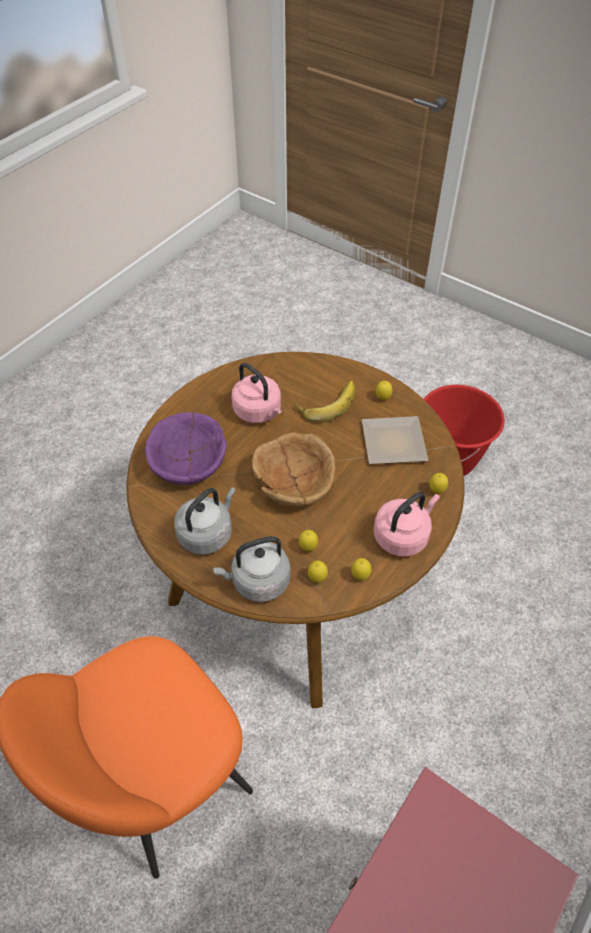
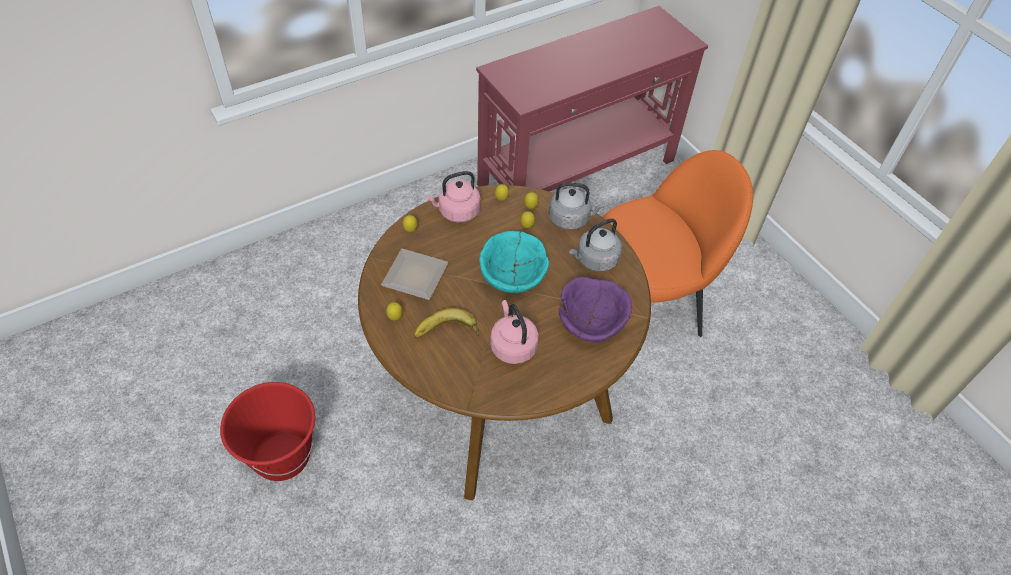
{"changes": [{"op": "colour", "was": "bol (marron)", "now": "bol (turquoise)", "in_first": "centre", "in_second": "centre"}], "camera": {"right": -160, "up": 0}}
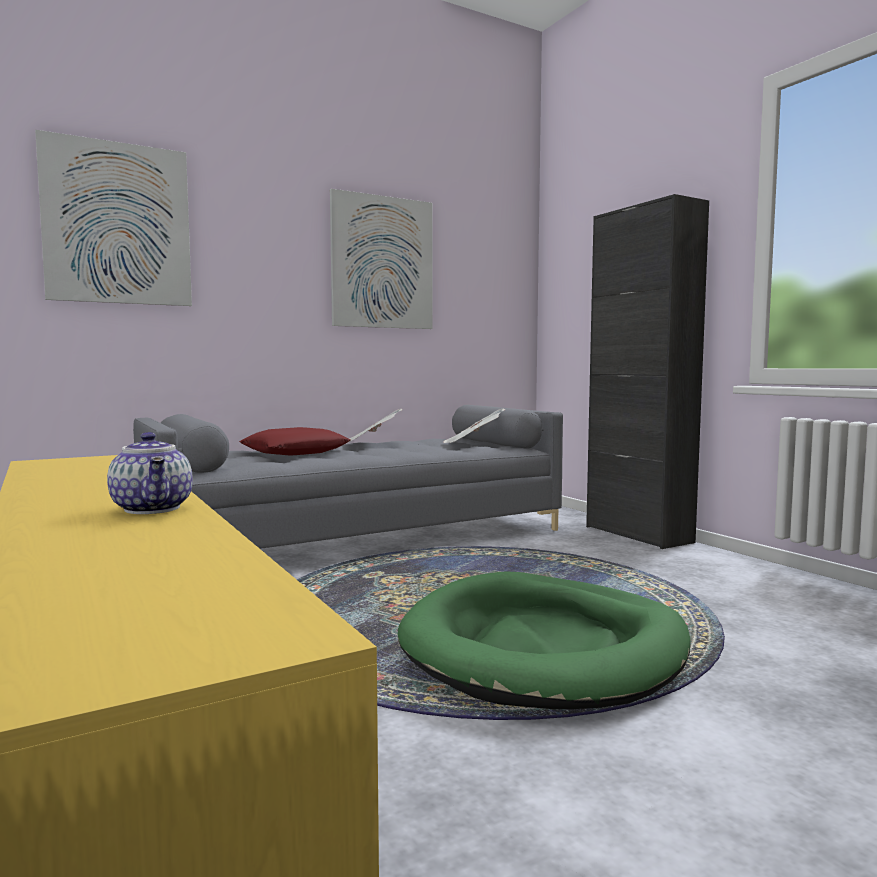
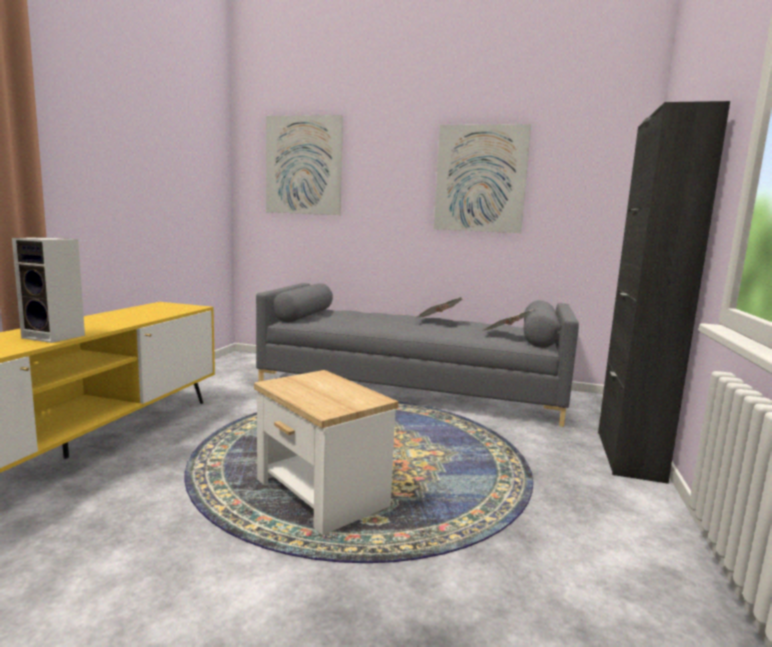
{"changes": [{"op": "missing", "was": "coussin (rouge)", "in_first": "centre"}, {"op": "exchanged", "was": "théière", "now": "enceinte", "in_first": "middle left", "in_second": "middle left"}, {"op": "exchanged", "was": "panier pour chien (vert)", "now": "table d'appoint", "in_first": "bottom centre", "in_second": "bottom centre"}], "camera": {"right": 45, "up": 5}}
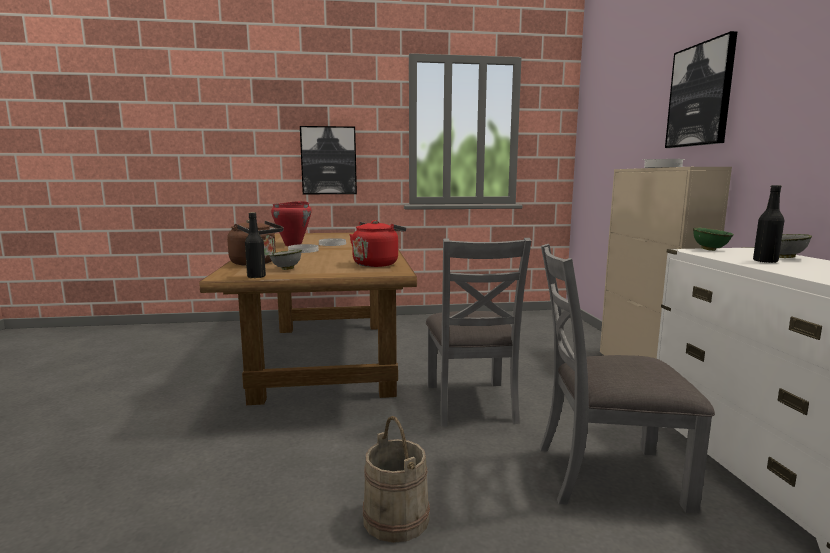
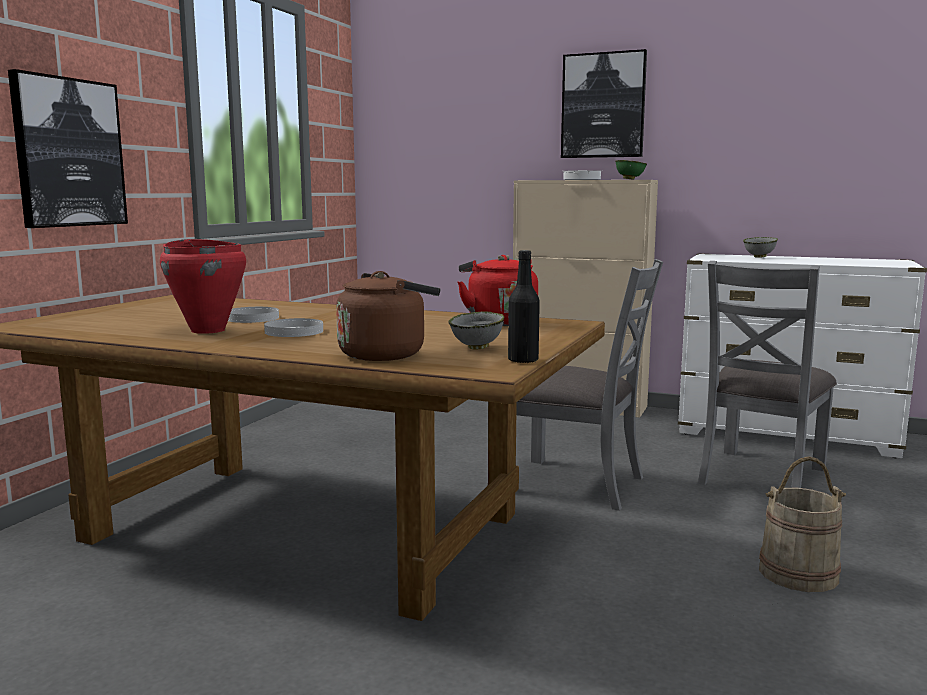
{"changes": [{"op": "missing", "was": "bouteille (noir) (no. 2 from left)", "in_first": "middle right"}, {"op": "relocated", "was": "bol (vert)", "in_first": "middle right", "in_second": "top right"}], "camera": {"right": -60, "up": 0}}
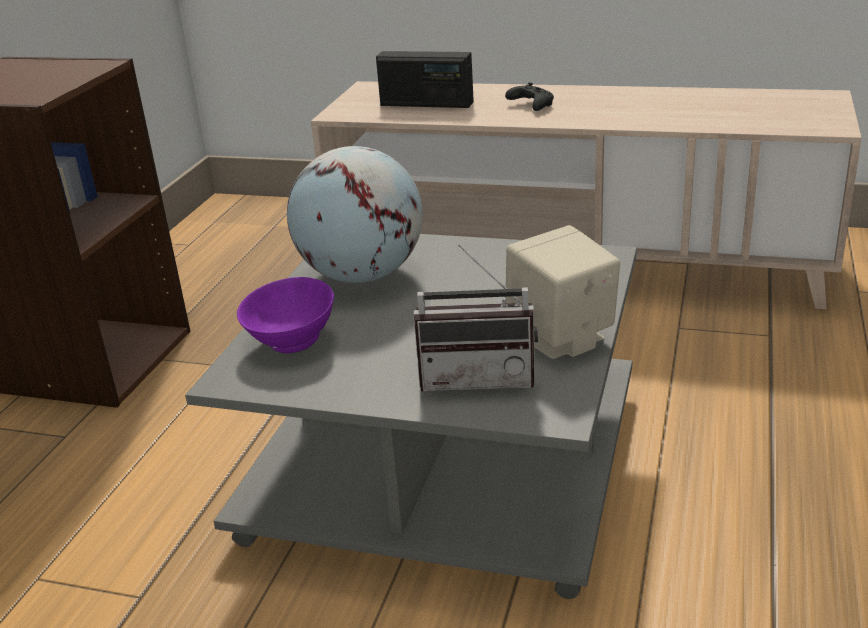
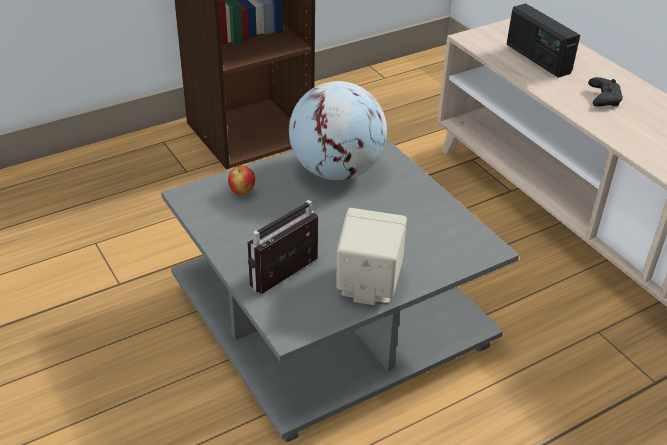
{"changes": [{"op": "spun", "was": "radio (no. 2 from left in the first image)", "in_first": "centre", "in_second": "centre", "clockwise": 90}, {"op": "exchanged", "was": "bol (violet)", "now": "pomme", "in_first": "middle left", "in_second": "centre"}], "camera": {"right": 40, "up": 10}}
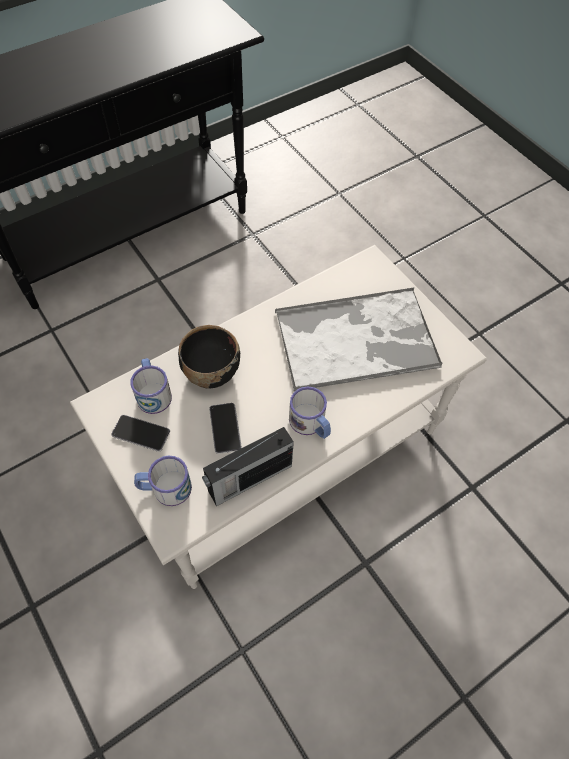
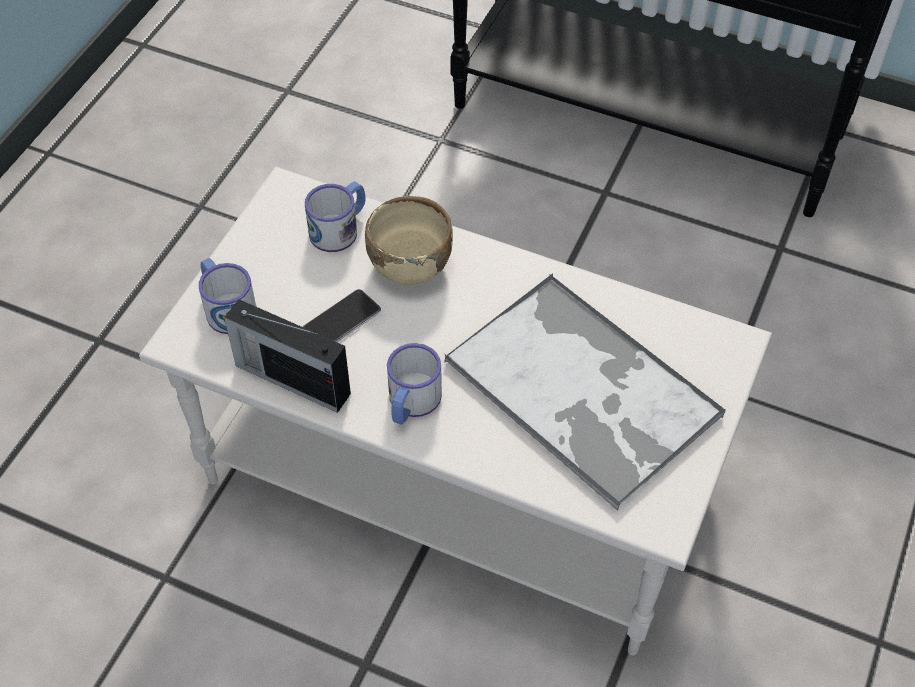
{"changes": [{"op": "colour", "was": "bol (noir)", "now": "bol (beige)", "in_first": "centre", "in_second": "centre"}, {"op": "missing", "was": "téléphone (no. 1 from left)", "in_first": "middle left"}], "camera": {"right": 60, "up": -5}}
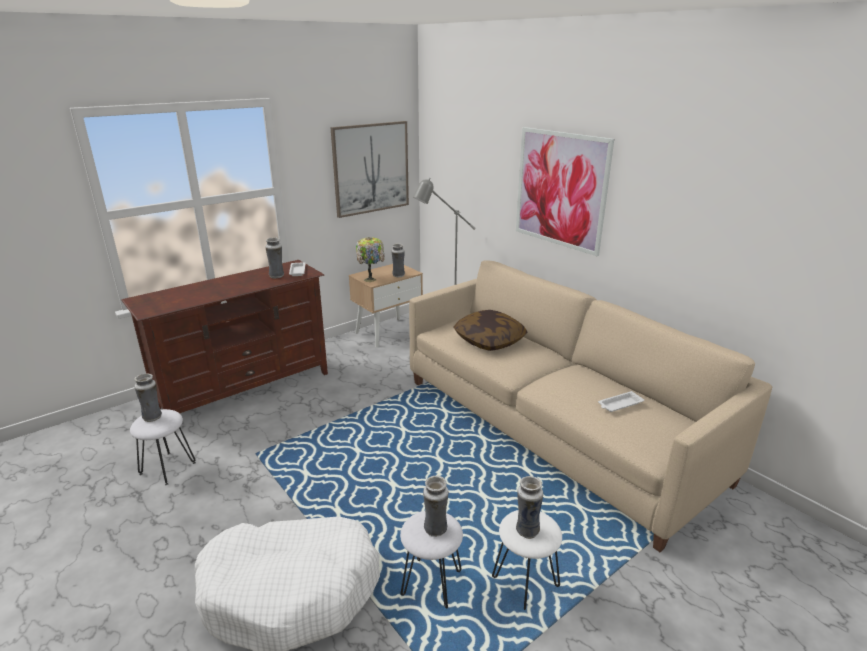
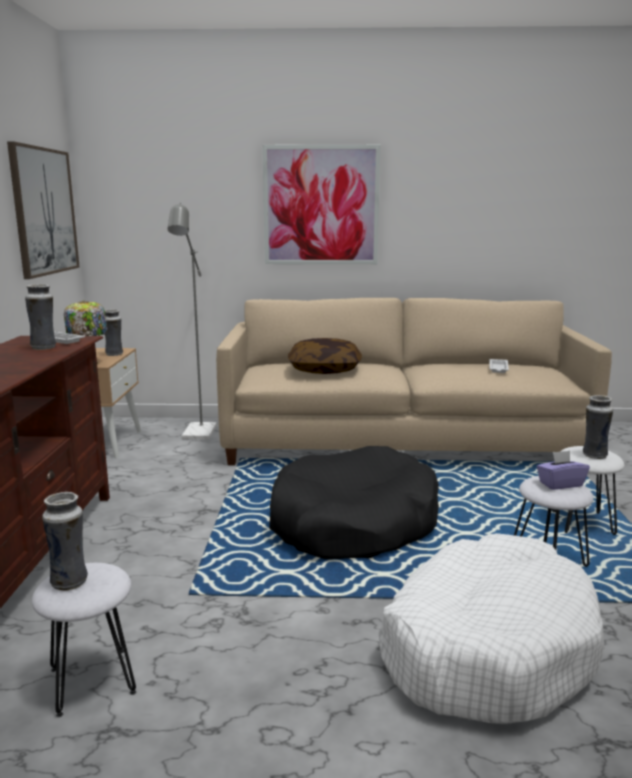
{"changes": [{"op": "exchanged", "was": "vase (no. 4 from left)", "now": "boîte à mouchoirs (violet)", "in_first": "bottom centre", "in_second": "middle right"}, {"op": "appeared", "now": "panier pour chien (noir)", "in_second": "centre"}], "camera": {"right": -50, "up": -10}}
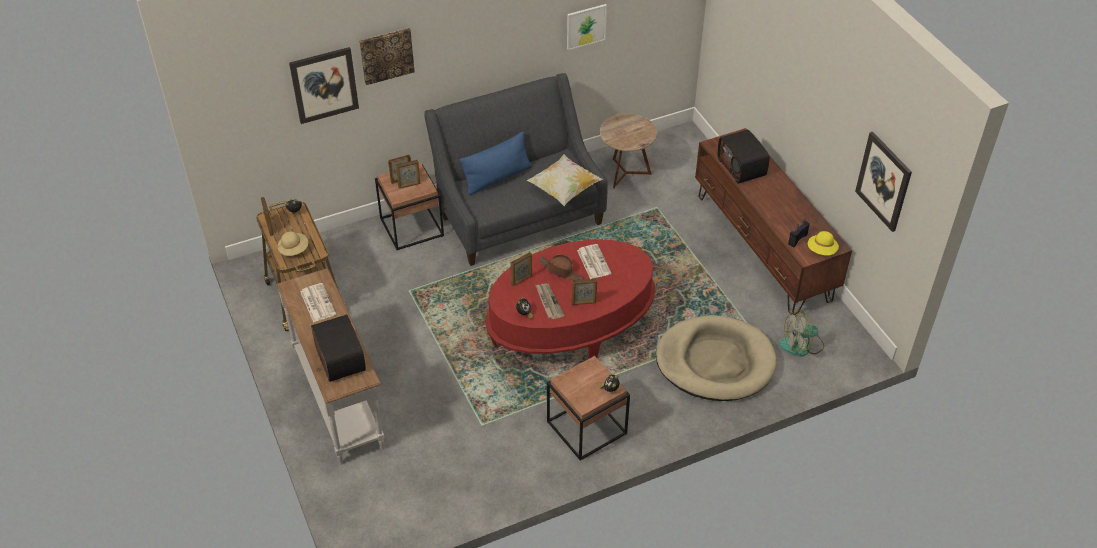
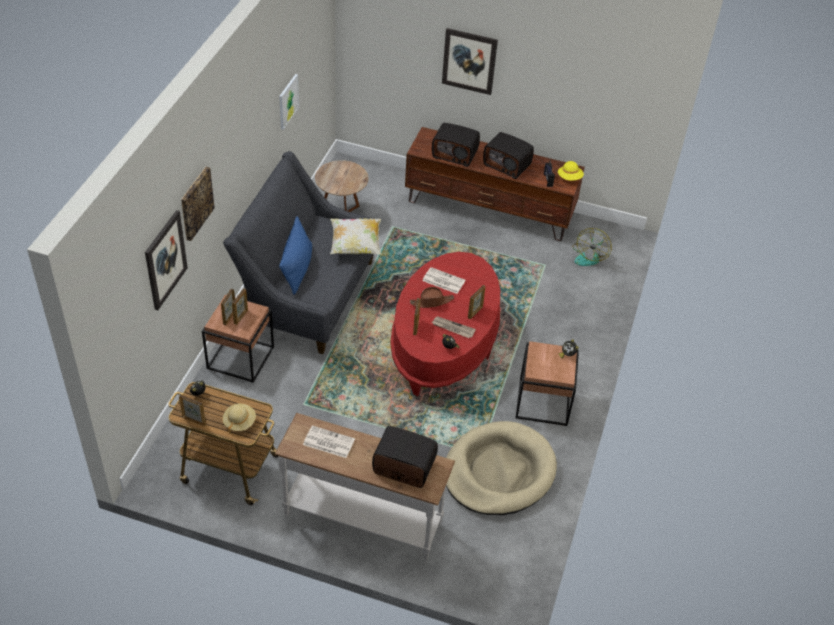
{"changes": [{"op": "relocated", "was": "tableau (no. 4 from left)", "in_first": "top right", "in_second": "top centre"}, {"op": "relocated", "was": "panier pour chien (beige)", "in_first": "centre", "in_second": "bottom centre"}, {"op": "appeared", "now": "radio (no. 3 from left)", "in_second": "top centre"}], "camera": {"right": -50, "up": 0}}
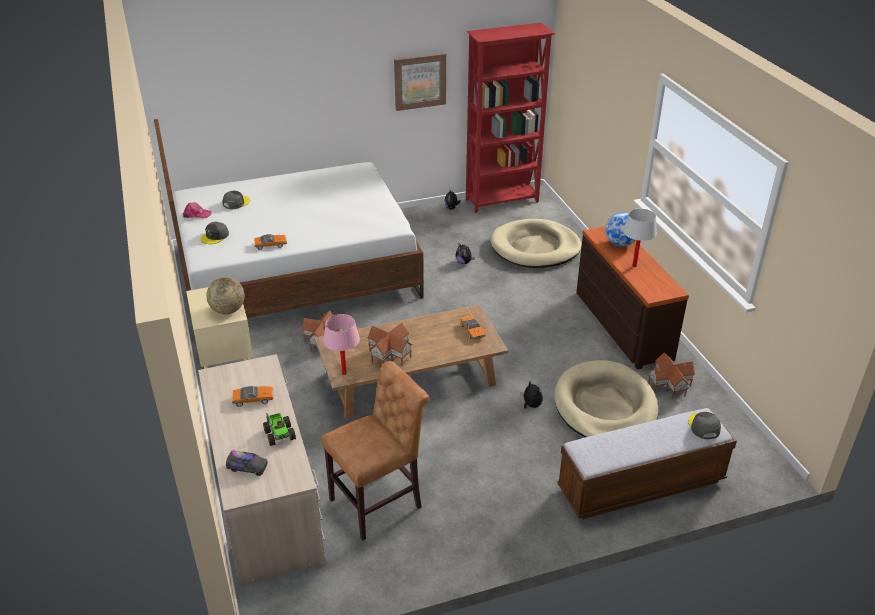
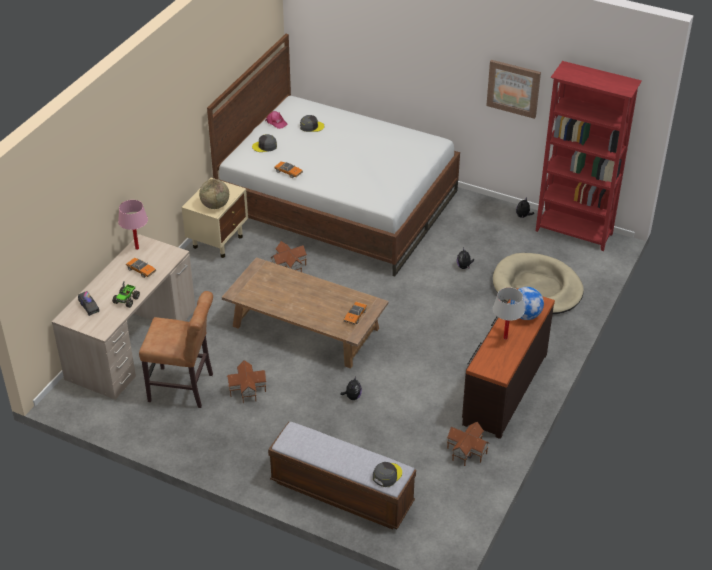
{"changes": [{"op": "relocated", "was": "lampe de table (rose)", "in_first": "centre", "in_second": "middle left"}, {"op": "relocated", "was": "maison miniature (no. 2 from left in the first image)", "now": "maison miniature (no. 1 from left)", "in_first": "centre", "in_second": "bottom centre"}, {"op": "missing", "was": "panier pour chien (beige) (no. 2 from left)", "in_first": "middle right"}], "camera": {"right": 45, "up": 5}}
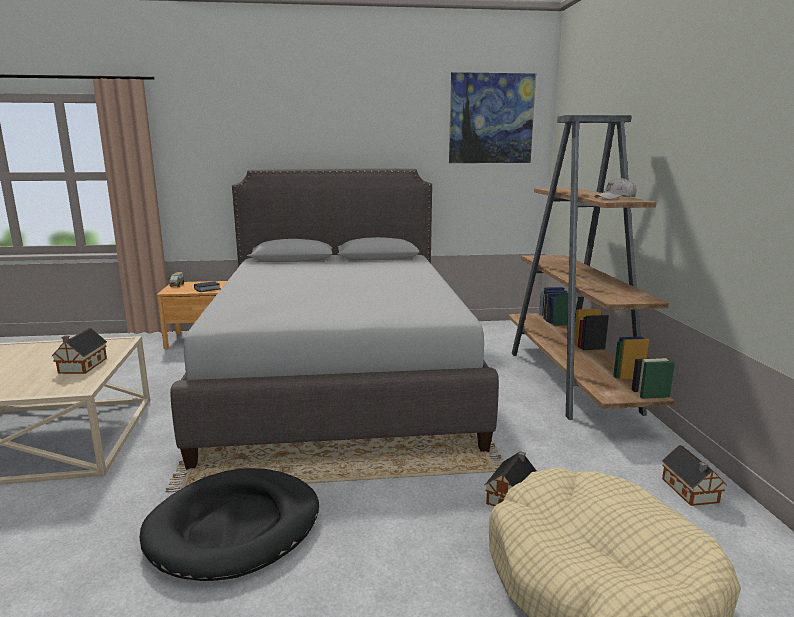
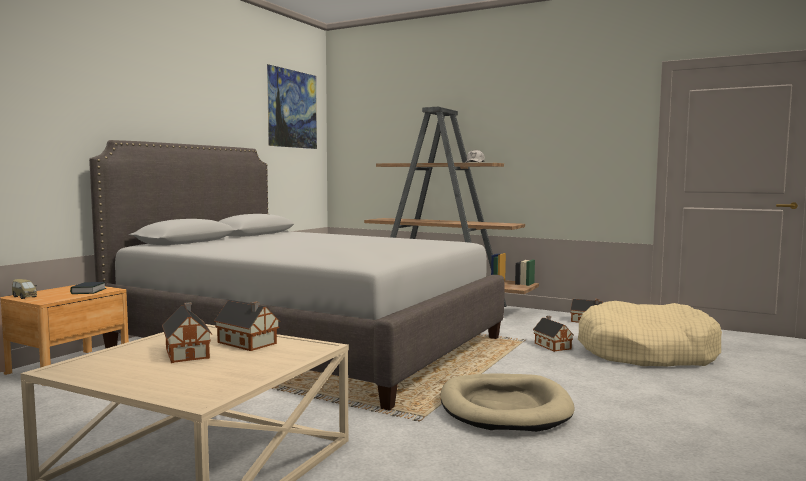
{"changes": [{"op": "colour", "was": "panier pour chien (noir)", "now": "panier pour chien (beige) (no. 1 from left)", "in_first": "bottom left", "in_second": "bottom centre"}, {"op": "appeared", "now": "maison miniature (no. 1 from left)", "in_second": "bottom left"}], "camera": {"right": -55, "up": -10}}
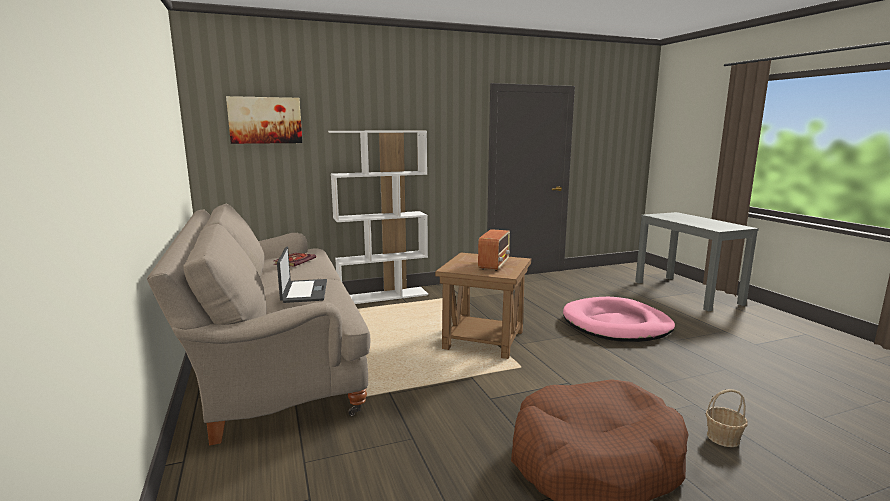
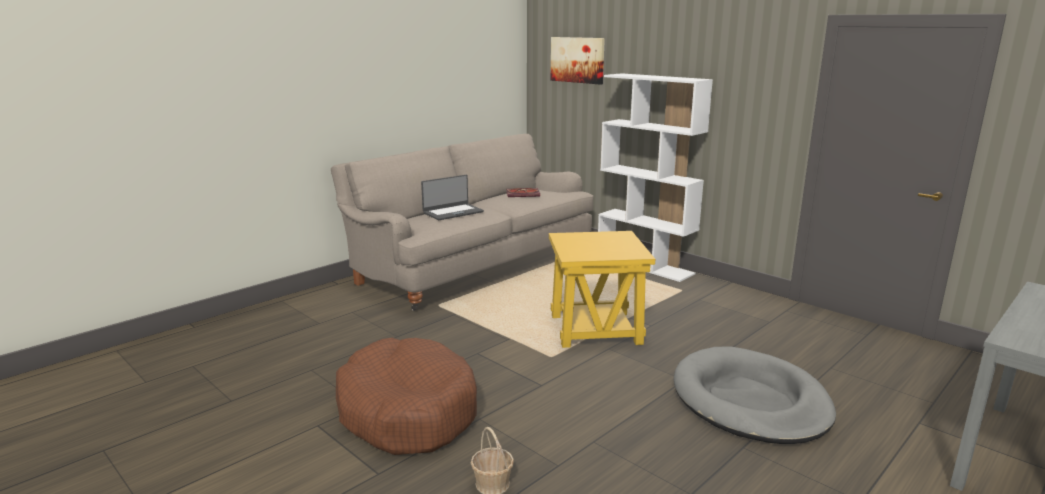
{"changes": [{"op": "missing", "was": "radio", "in_first": "centre"}, {"op": "colour", "was": "table d'appoint (marron)", "now": "table d'appoint (jaune)", "in_first": "centre", "in_second": "centre"}, {"op": "colour", "was": "panier pour chien (rose)", "now": "panier pour chien (gris)", "in_first": "middle right", "in_second": "bottom right"}], "camera": {"right": 65, "up": 5}}
